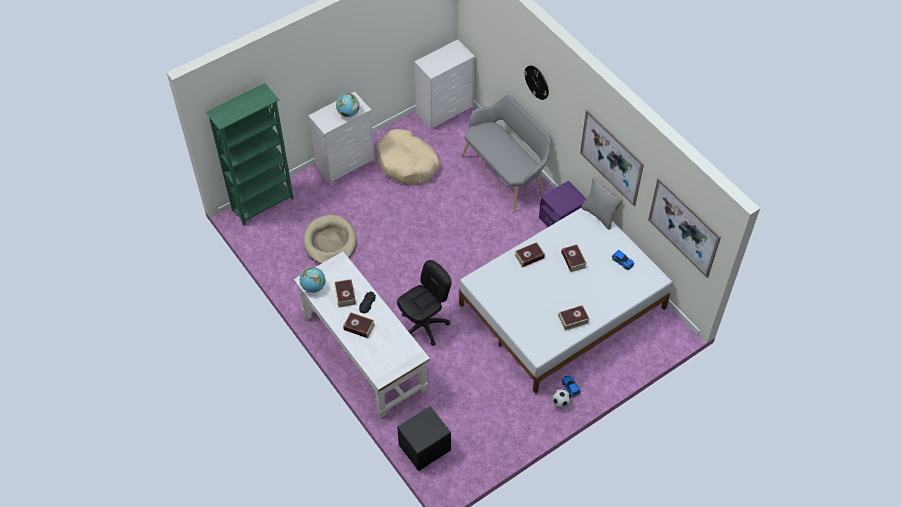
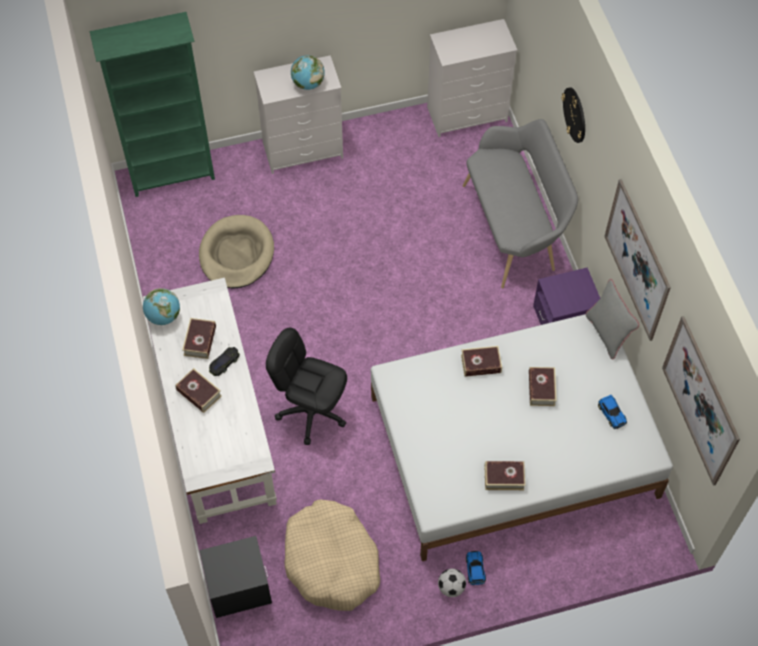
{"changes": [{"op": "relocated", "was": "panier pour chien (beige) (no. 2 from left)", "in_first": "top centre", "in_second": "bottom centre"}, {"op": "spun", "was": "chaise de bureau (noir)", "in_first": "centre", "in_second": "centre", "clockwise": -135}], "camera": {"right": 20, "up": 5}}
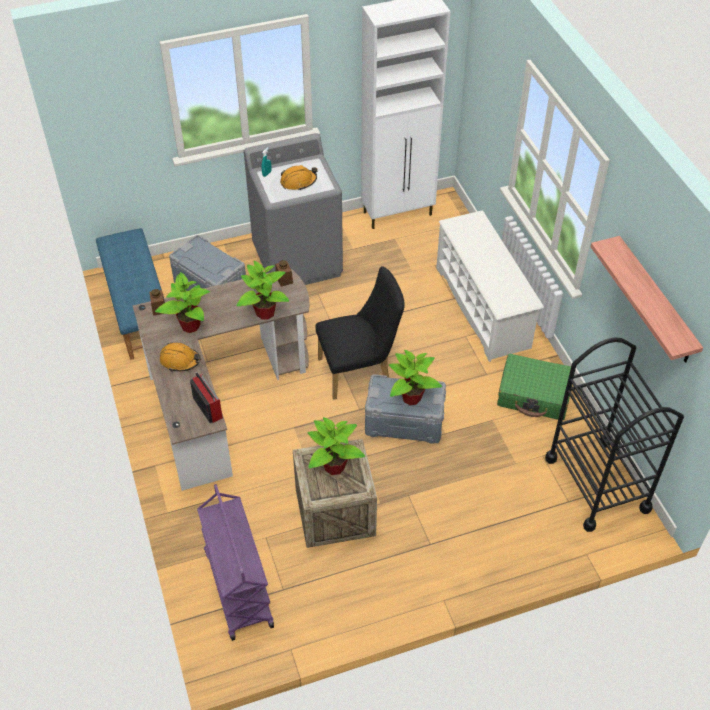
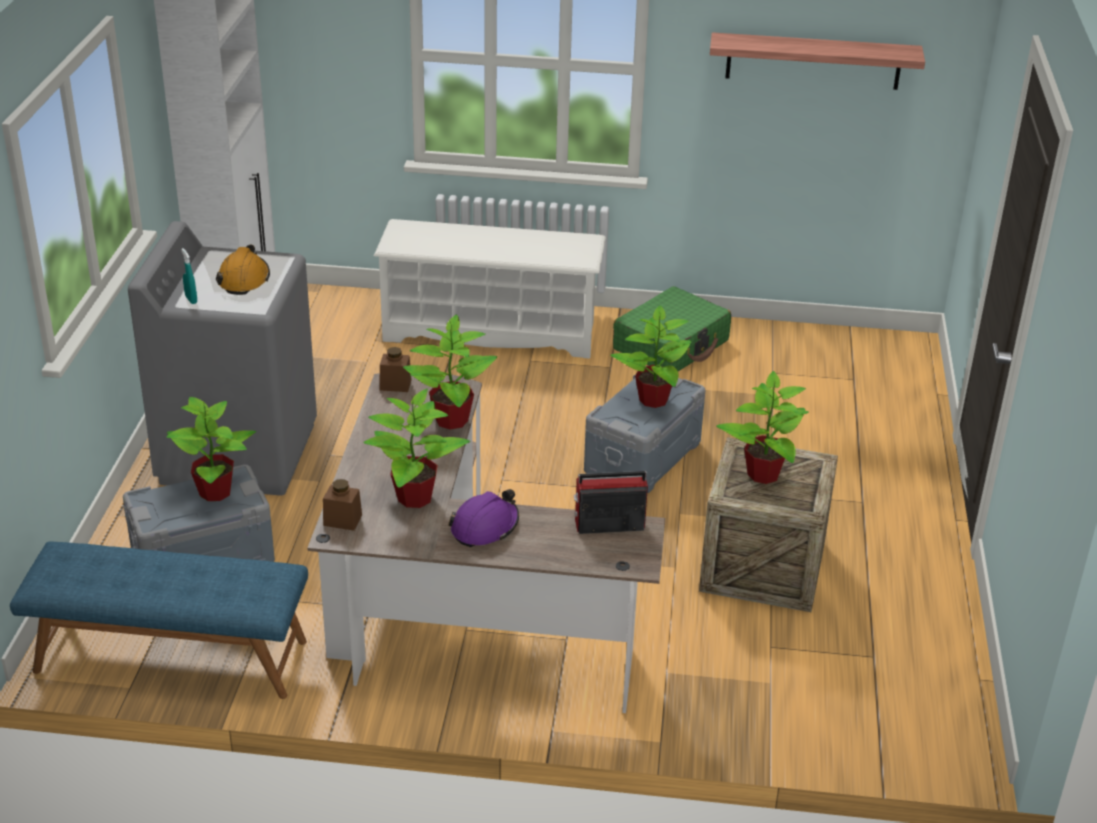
{"changes": [{"op": "missing", "was": "chaise (noir)", "in_first": "centre"}, {"op": "missing", "was": "chariot (noir)", "in_first": "middle right"}, {"op": "colour", "was": "casque de chantier (orange) (no. 1 from left)", "now": "casque de chantier (violet)", "in_first": "middle left", "in_second": "centre"}, {"op": "missing", "was": "chariot (violet)", "in_first": "bottom left"}, {"op": "appeared", "now": "plante en pot (no. 1 from left)", "in_second": "middle left"}], "camera": {"right": -65, "up": -15}}
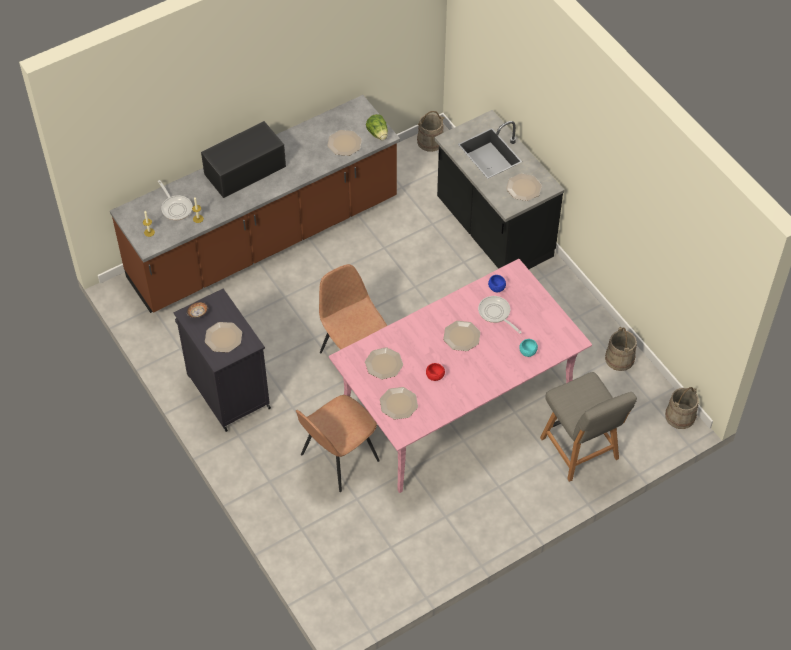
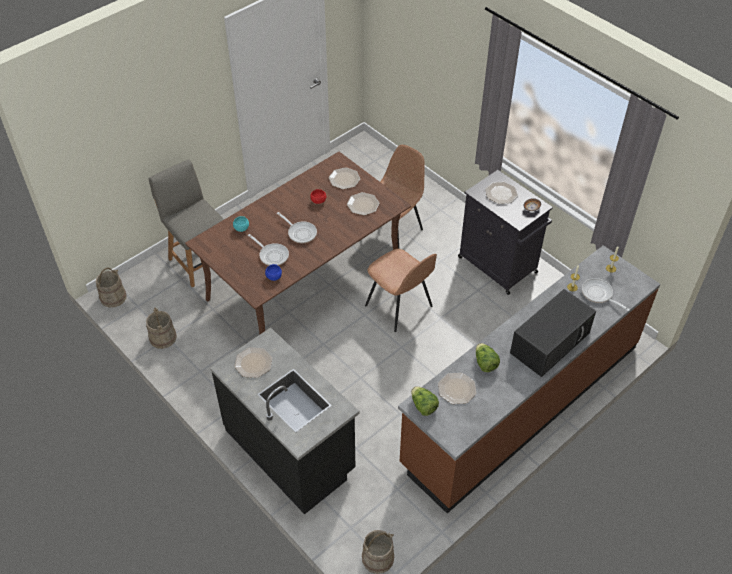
{"changes": [{"op": "colour", "was": "table à manger (rose)", "now": "table à manger (marron)", "in_first": "centre", "in_second": "centre"}, {"op": "exchanged", "was": "assiette (no. 5 from left)", "now": "poêle (no. 2 from left)", "in_first": "centre", "in_second": "centre"}, {"op": "appeared", "now": "laitue (no. 2 from left)", "in_second": "middle right"}], "camera": {"right": 170, "up": -5}}
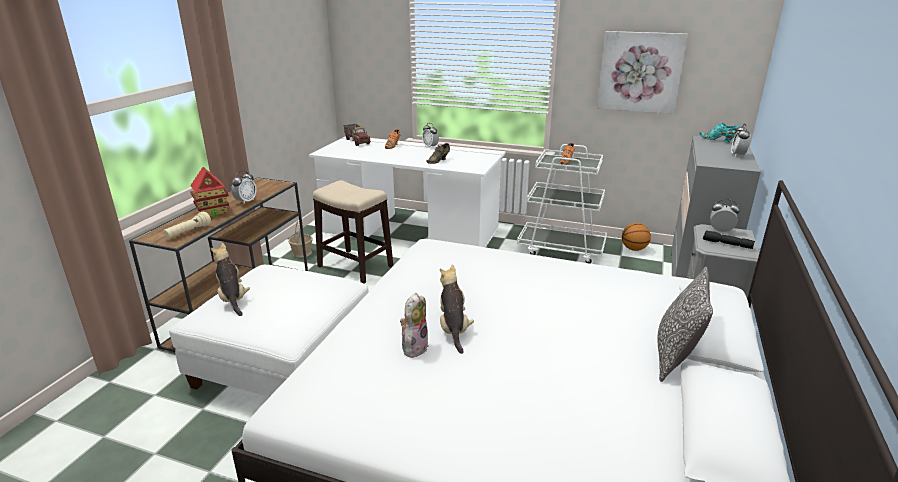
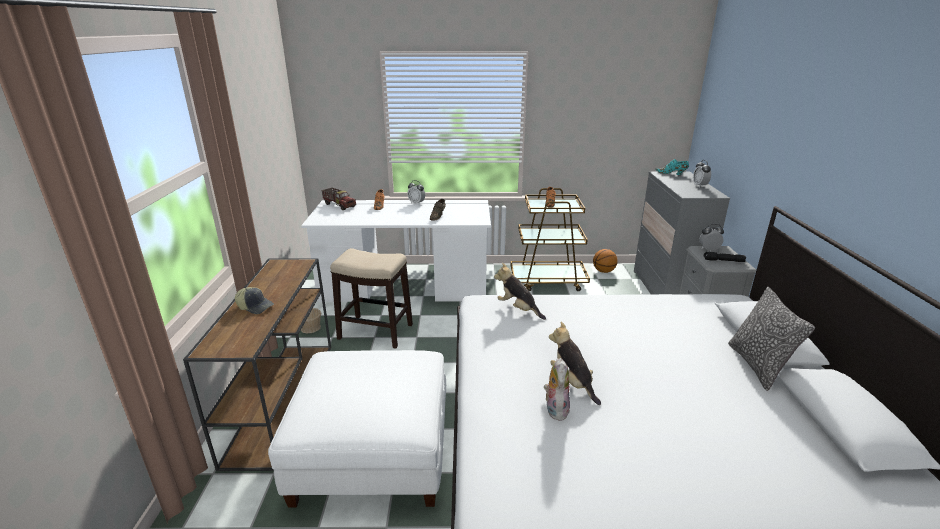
{"changes": [{"op": "missing", "was": "tableau", "in_first": "top right"}, {"op": "colour", "was": "chariot (blanc)", "now": "chariot (marron)", "in_first": "centre", "in_second": "centre"}, {"op": "exchanged", "was": "maison miniature", "now": "casquette", "in_first": "middle left", "in_second": "middle left"}, {"op": "missing", "was": "réveil (no. 1 from left)", "in_first": "middle left"}, {"op": "missing", "was": "lampe de poche (beige)", "in_first": "middle left"}, {"op": "relocated", "was": "peluche (no. 1 from left)", "in_first": "middle left", "in_second": "centre"}], "camera": {"right": -20, "up": 0}}
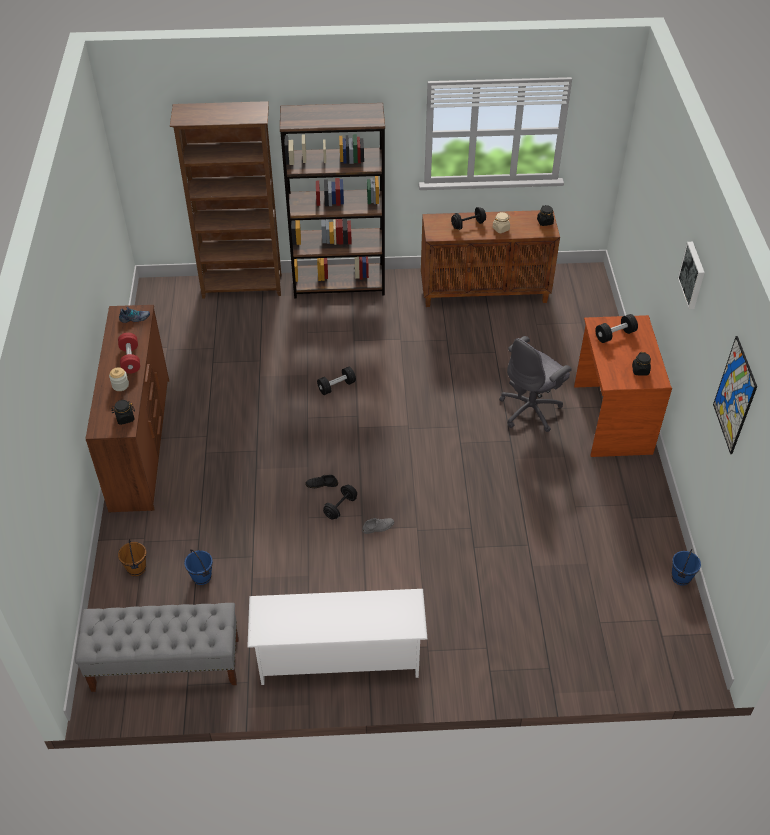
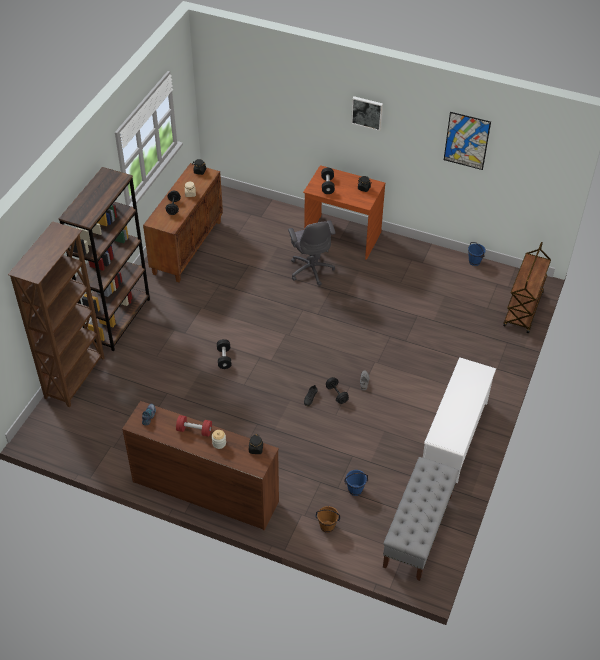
{"changes": [{"op": "appeared", "now": "chariot (marron)", "in_second": "middle right"}], "camera": {"right": -65, "up": 0}}
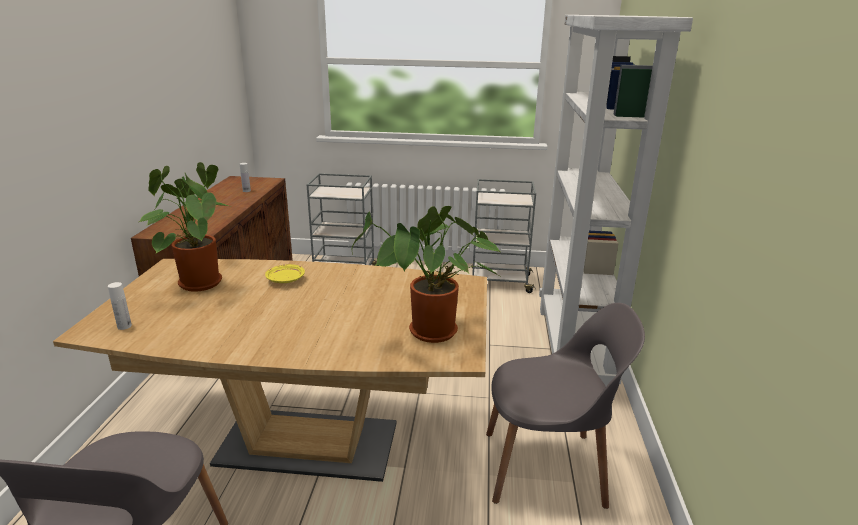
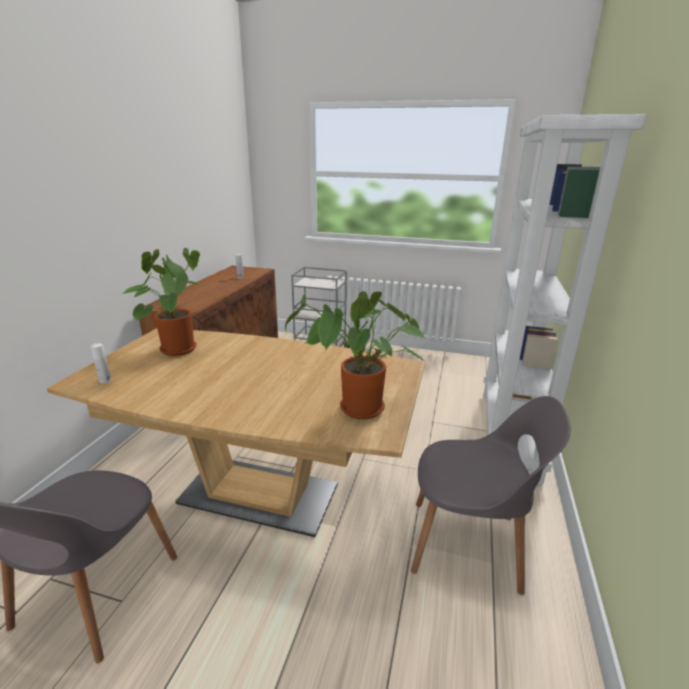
{"changes": [{"op": "missing", "was": "chariot (gris) (no. 2 from left)", "in_first": "centre"}, {"op": "missing", "was": "assiette (jaune)", "in_first": "middle left"}], "camera": {"right": 10, "up": 0}}
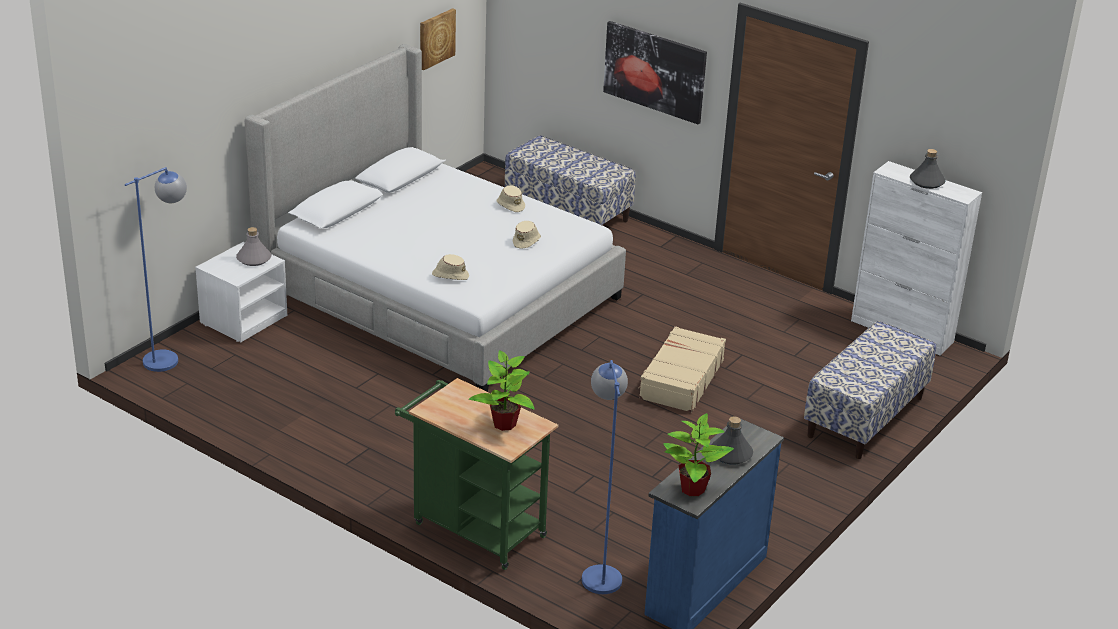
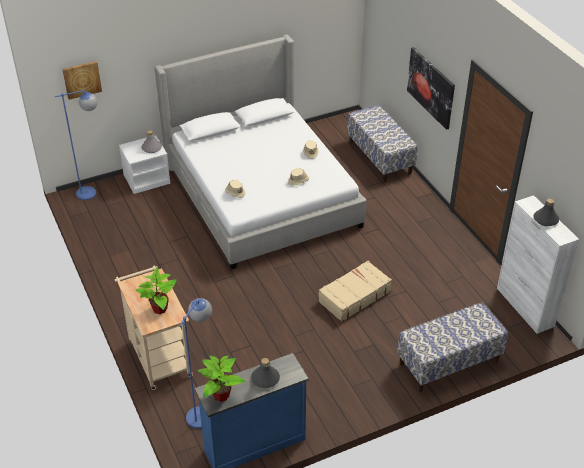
{"changes": [{"op": "relocated", "was": "tableau (no. 1 from left)", "in_first": "top centre", "in_second": "top left"}, {"op": "colour", "was": "chariot (vert)", "now": "chariot (beige)", "in_first": "bottom centre", "in_second": "bottom left"}], "camera": {"right": 30, "up": 10}}
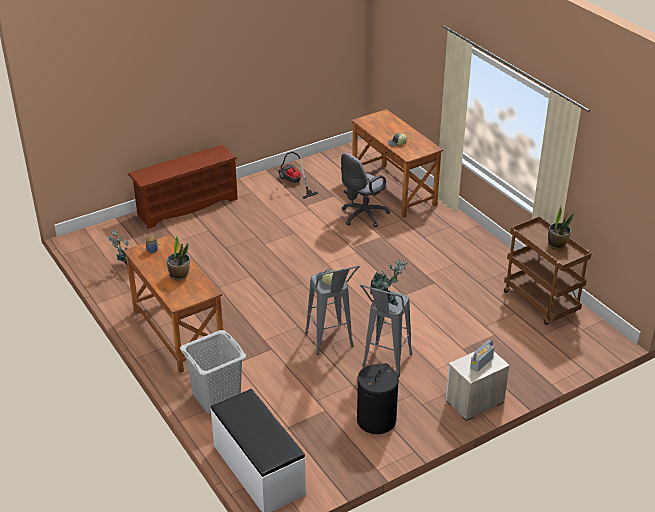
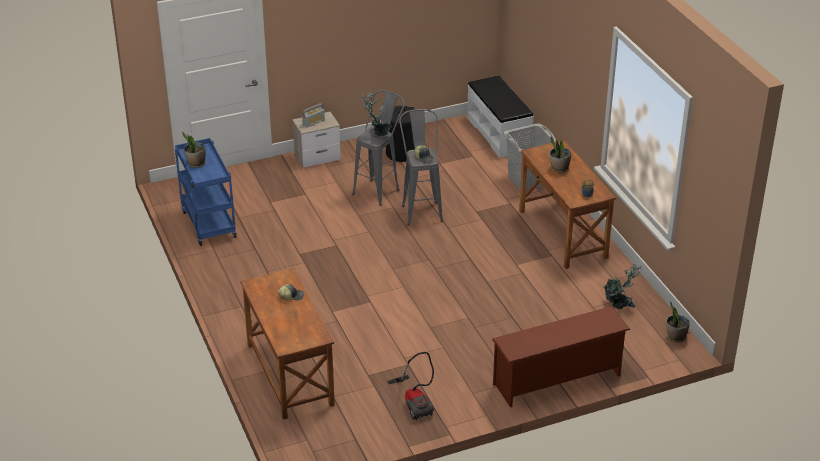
{"changes": [{"op": "missing", "was": "chaise de bureau (gris)", "in_first": "centre"}, {"op": "colour", "was": "chariot (marron)", "now": "chariot (bleu)", "in_first": "middle right", "in_second": "middle left"}, {"op": "appeared", "now": "plante en pot (no. 5 from left)", "in_second": "bottom right"}], "camera": {"right": -170, "up": 0}}
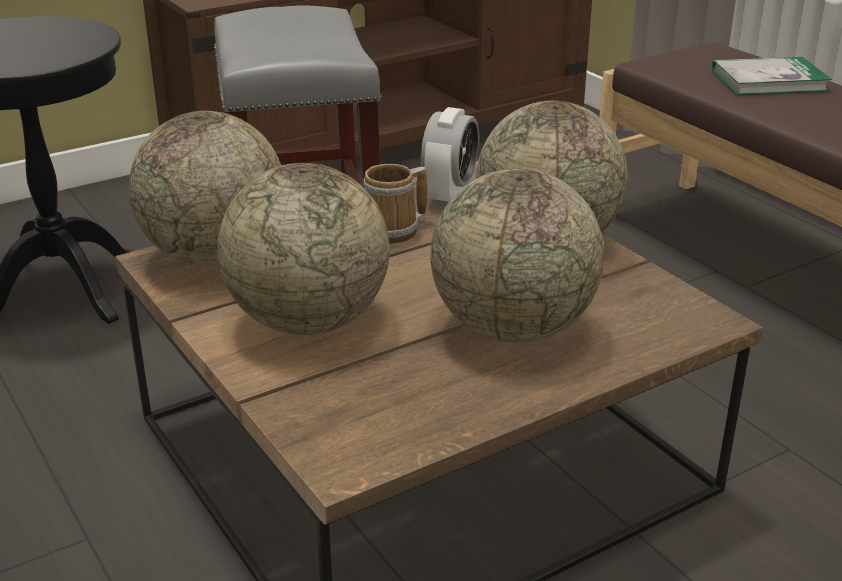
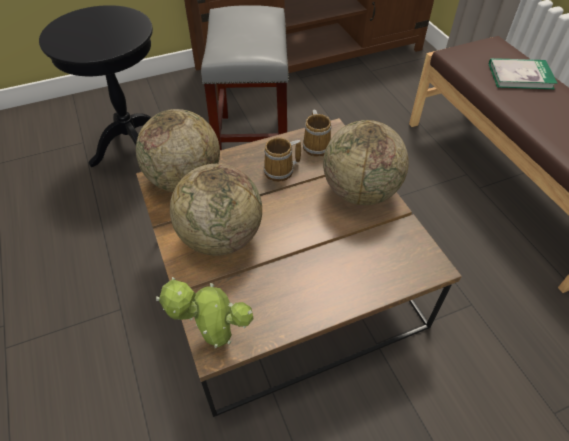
{"changes": [{"op": "exchanged", "was": "réveil", "now": "mug (no. 2 from left)", "in_first": "top centre", "in_second": "top centre"}, {"op": "missing", "was": "globe (no. 3 from left)", "in_first": "centre"}, {"op": "appeared", "now": "plante en pot", "in_second": "bottom centre"}], "camera": {"right": 10, "up": 20}}
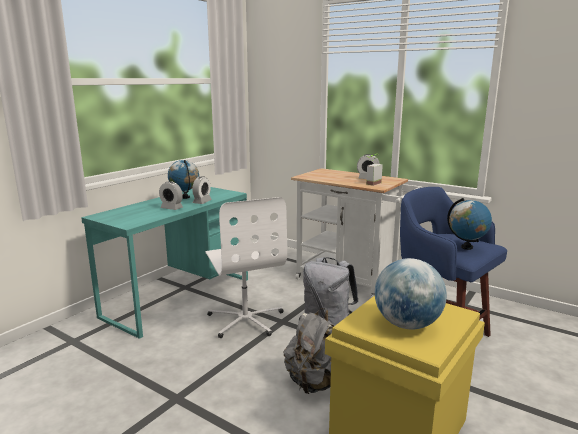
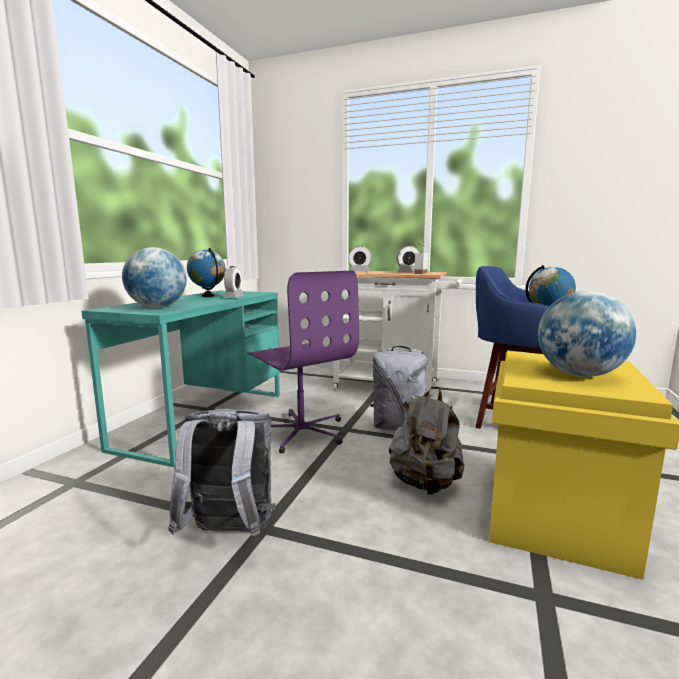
{"changes": [{"op": "relocated", "was": "réveil (no. 1 from left in the first image)", "now": "réveil (no. 2 from left)", "in_first": "middle left", "in_second": "centre"}, {"op": "colour", "was": "chaise de bureau (blanc)", "now": "chaise de bureau (violet)", "in_first": "centre", "in_second": "centre"}, {"op": "appeared", "now": "globe (no. 1 from left)", "in_second": "middle left"}, {"op": "appeared", "now": "sac à dos (gris) (no. 1 from left)", "in_second": "bottom left"}], "camera": {"right": -15, "up": -5}}
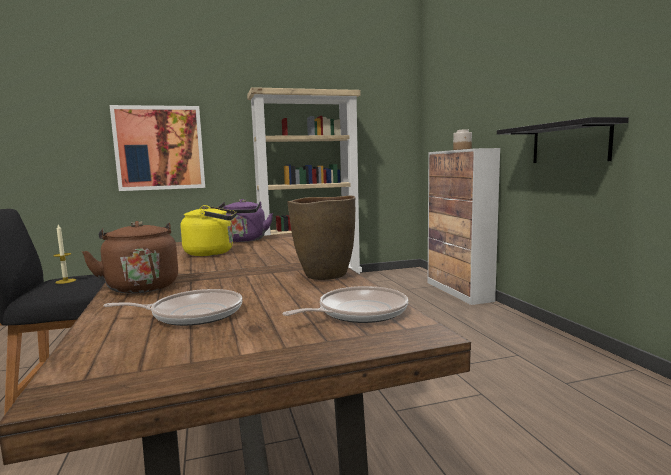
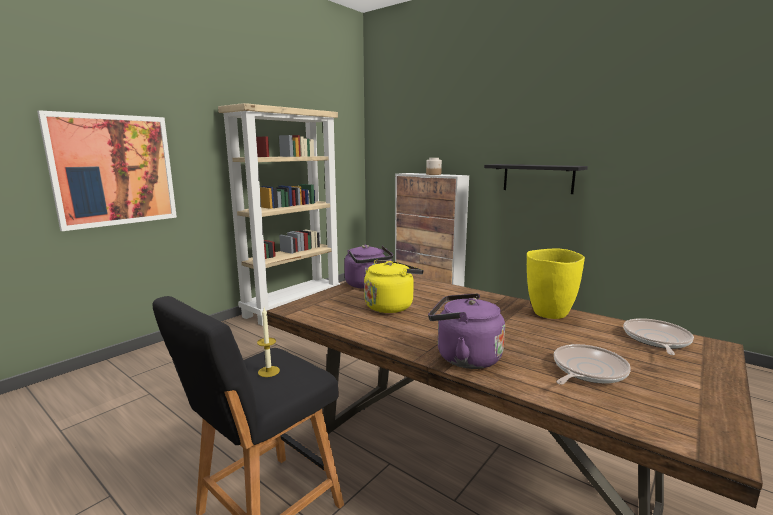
{"changes": [{"op": "colour", "was": "vase (marron)", "now": "vase (jaune)", "in_first": "centre", "in_second": "middle right"}, {"op": "colour", "was": "bouilloire (marron)", "now": "bouilloire (violet) (no. 2 from left)", "in_first": "middle left", "in_second": "centre"}], "camera": {"right": -35, "up": 5}}
